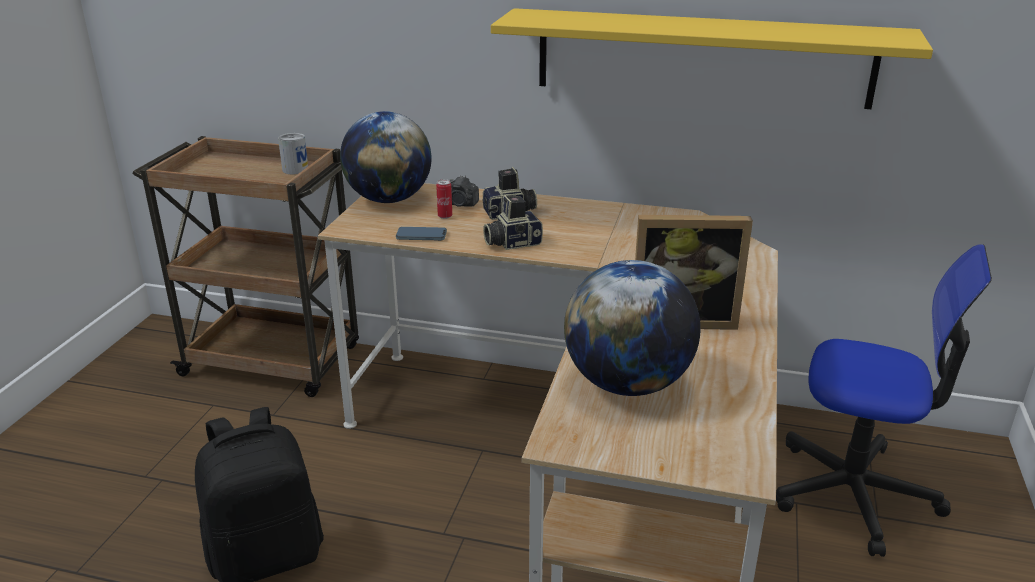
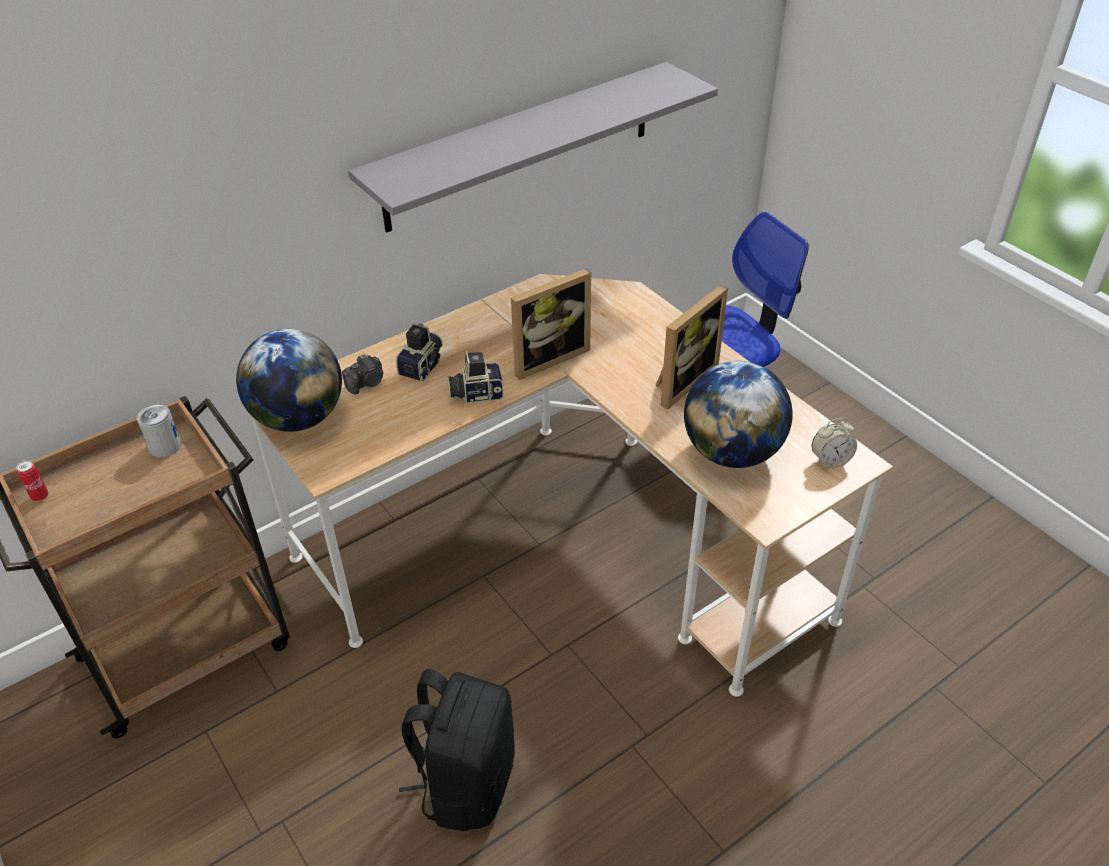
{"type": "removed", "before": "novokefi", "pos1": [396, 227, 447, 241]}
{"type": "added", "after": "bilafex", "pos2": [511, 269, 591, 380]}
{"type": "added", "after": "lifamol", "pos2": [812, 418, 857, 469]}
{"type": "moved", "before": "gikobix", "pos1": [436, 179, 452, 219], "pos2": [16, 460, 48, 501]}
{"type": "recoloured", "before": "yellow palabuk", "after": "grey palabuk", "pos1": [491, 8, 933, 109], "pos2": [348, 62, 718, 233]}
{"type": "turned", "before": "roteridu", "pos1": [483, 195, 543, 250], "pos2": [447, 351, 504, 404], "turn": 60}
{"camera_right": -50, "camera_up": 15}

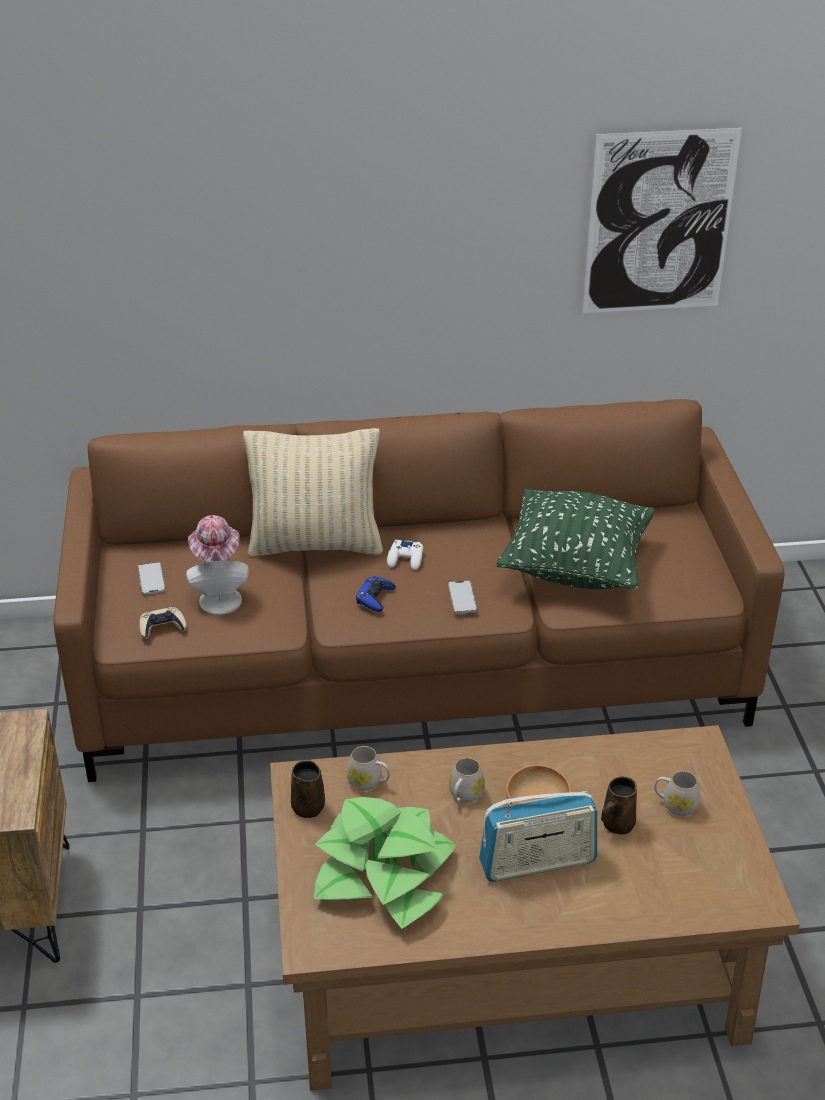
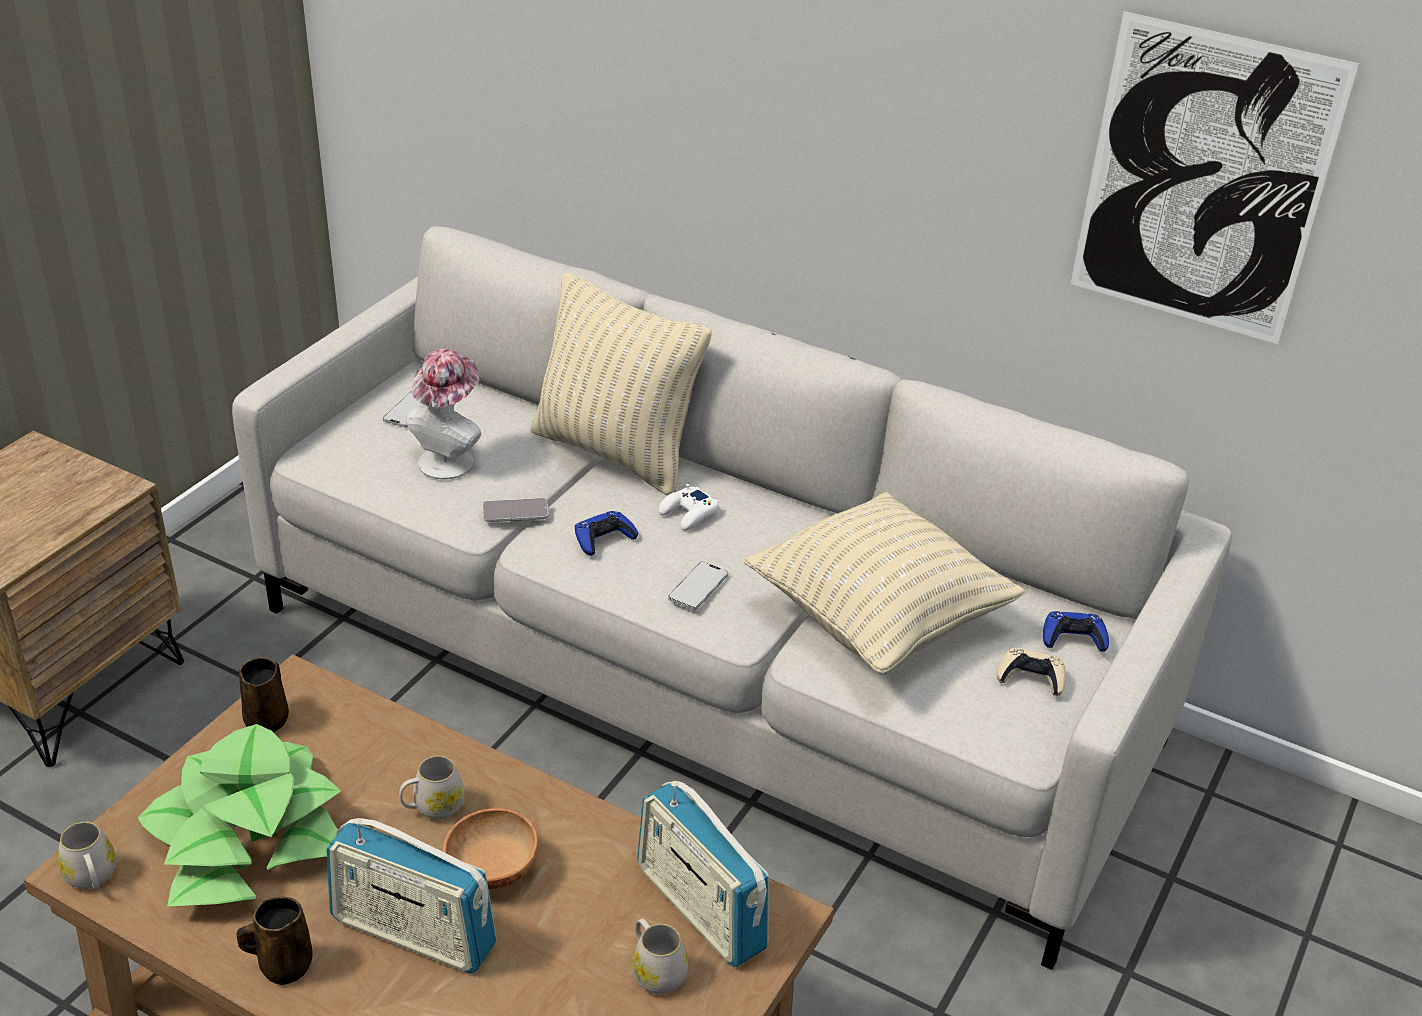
{"type": "added", "after": "novokefi", "pos2": [483, 498, 548, 522]}
{"type": "added", "after": "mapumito", "pos2": [637, 781, 769, 967]}
{"type": "added", "after": "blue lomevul", "pos2": [1043, 611, 1109, 652]}
{"type": "moved", "before": "beige lomevul", "pos1": [139, 607, 187, 639], "pos2": [997, 647, 1066, 696]}
{"type": "moved", "before": "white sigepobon", "pos1": [346, 746, 390, 791], "pos2": [58, 822, 116, 889]}
{"type": "moved", "before": "brown sigepobon", "pos1": [601, 776, 637, 834], "pos2": [237, 896, 312, 985]}
{"type": "recoloured", "before": "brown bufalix", "after": "grey bufalix", "pos1": [54, 399, 785, 782], "pos2": [232, 226, 1232, 970]}
{"type": "recoloured", "before": "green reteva", "after": "beige reteva", "pos1": [497, 489, 655, 590], "pos2": [744, 492, 1025, 675]}
{"camera_right": 35, "camera_up": 0}

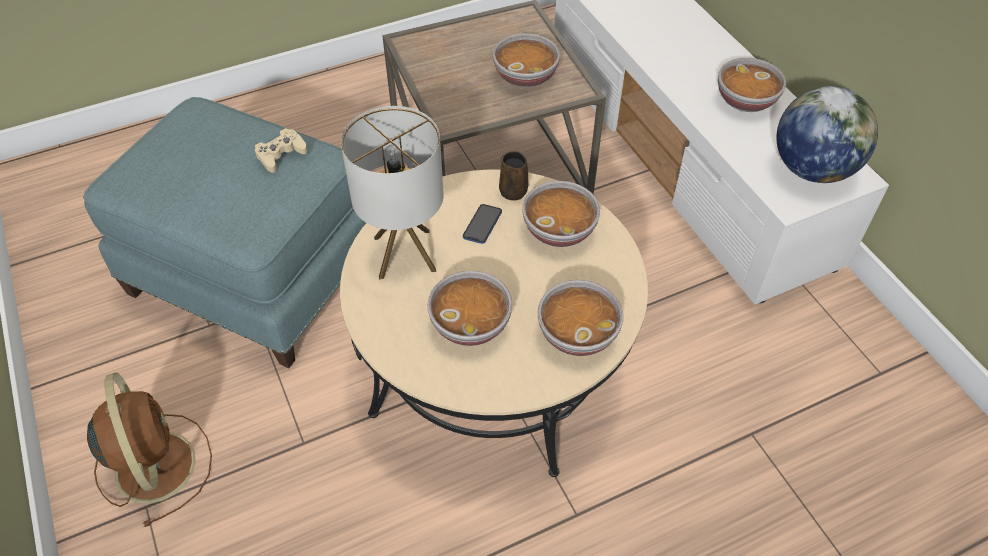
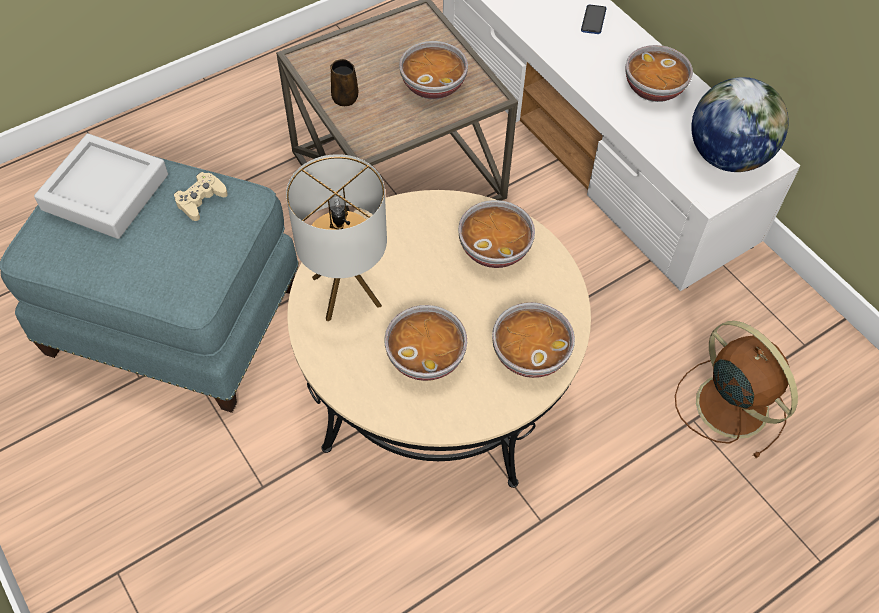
{"type": "added", "after": "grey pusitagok", "pos2": [34, 133, 168, 239]}
{"type": "moved", "before": "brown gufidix", "pos1": [87, 373, 212, 527], "pos2": [675, 321, 798, 458]}
{"type": "moved", "before": "novokefi", "pos1": [463, 204, 502, 244], "pos2": [581, 5, 606, 34]}
{"type": "moved", "before": "brown sigepobon", "pos1": [499, 151, 528, 200], "pos2": [330, 59, 359, 106]}
{"camera_right": -10, "camera_up": 5}

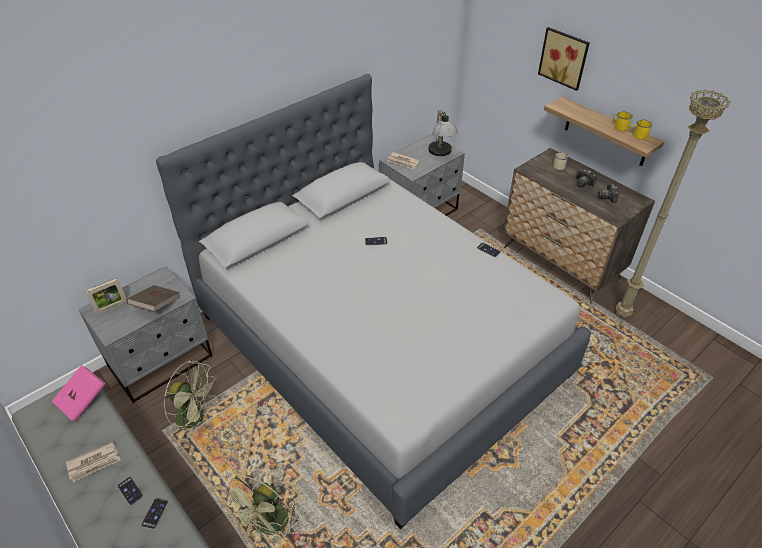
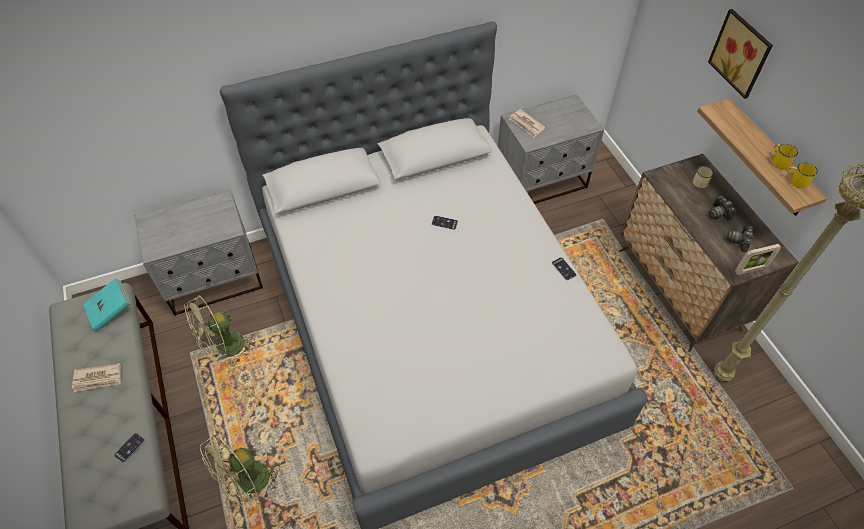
{"type": "removed", "before": "novokefi", "pos1": [117, 477, 143, 505]}
{"type": "removed", "before": "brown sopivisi", "pos1": [127, 285, 180, 312]}
{"type": "removed", "before": "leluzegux", "pos1": [428, 110, 458, 156]}
{"type": "moved", "before": "bilafex", "pos1": [86, 279, 127, 314], "pos2": [735, 244, 781, 275]}
{"type": "recoloured", "before": "pink sopivisi", "after": "turquoise sopivisi", "pos1": [52, 365, 106, 421], "pos2": [83, 278, 131, 331]}
{"type": "turned", "before": "green gufidix", "pos1": [164, 360, 217, 440], "pos2": [184, 295, 254, 364], "turn": 105}
{"camera_right": 20, "camera_up": 10}

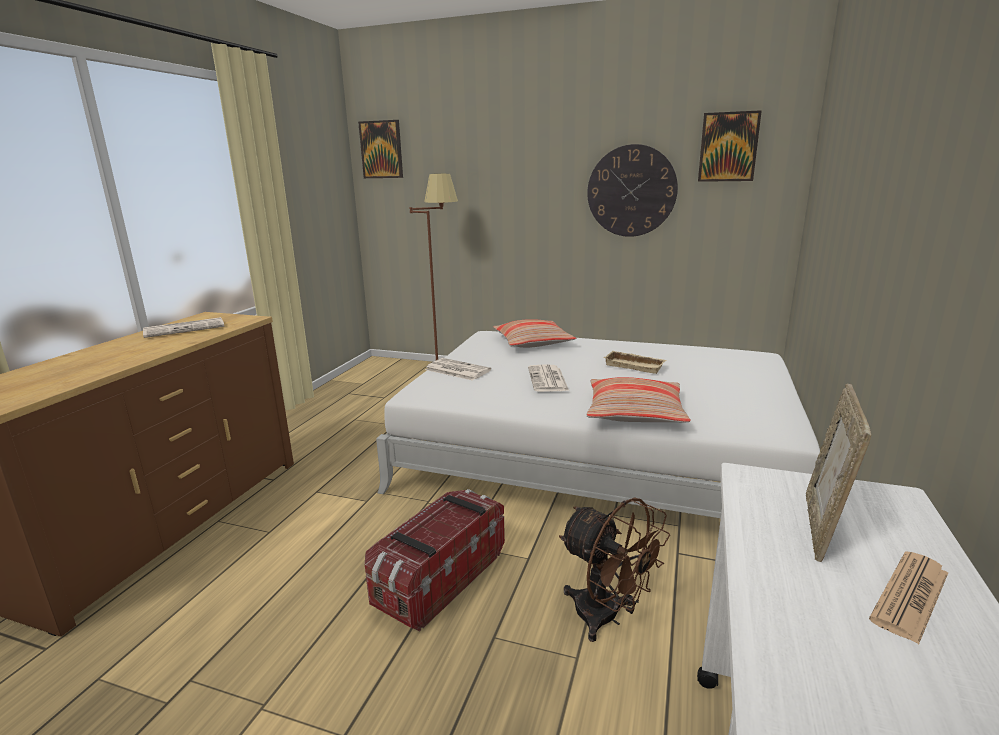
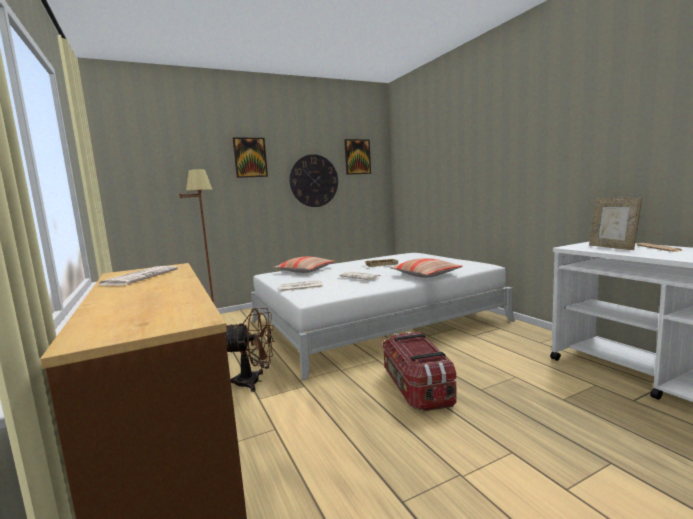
{"type": "moved", "before": "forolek", "pos1": [358, 120, 403, 178], "pos2": [233, 138, 268, 178]}
{"type": "moved", "before": "brown gufidix", "pos1": [559, 497, 670, 642], "pos2": [225, 308, 274, 392]}
{"camera_right": -45, "camera_up": -10}

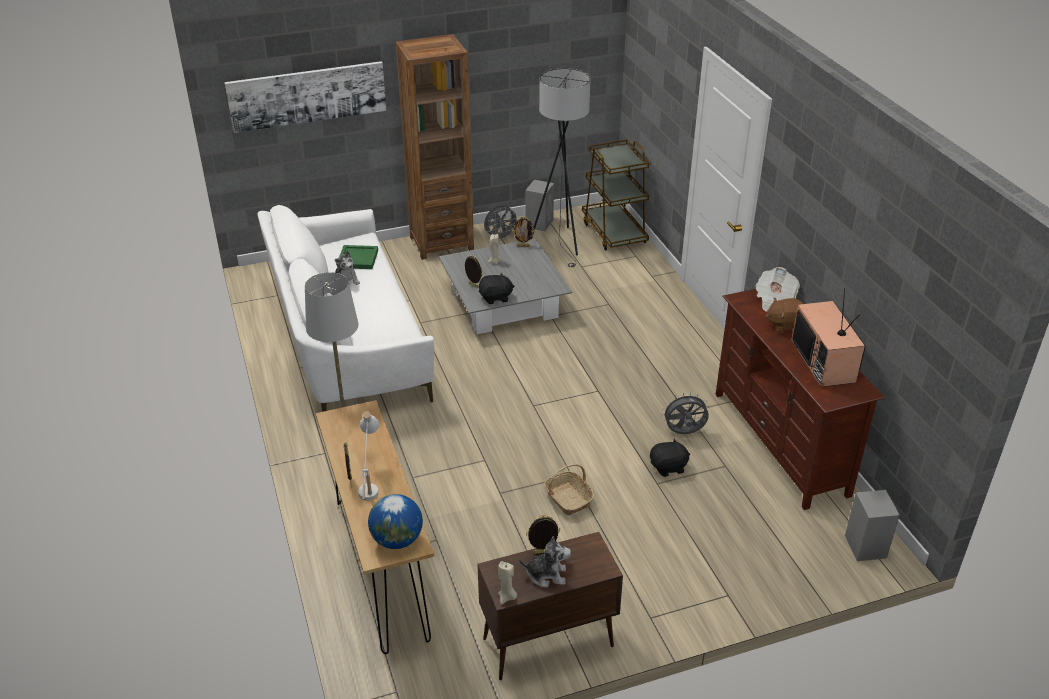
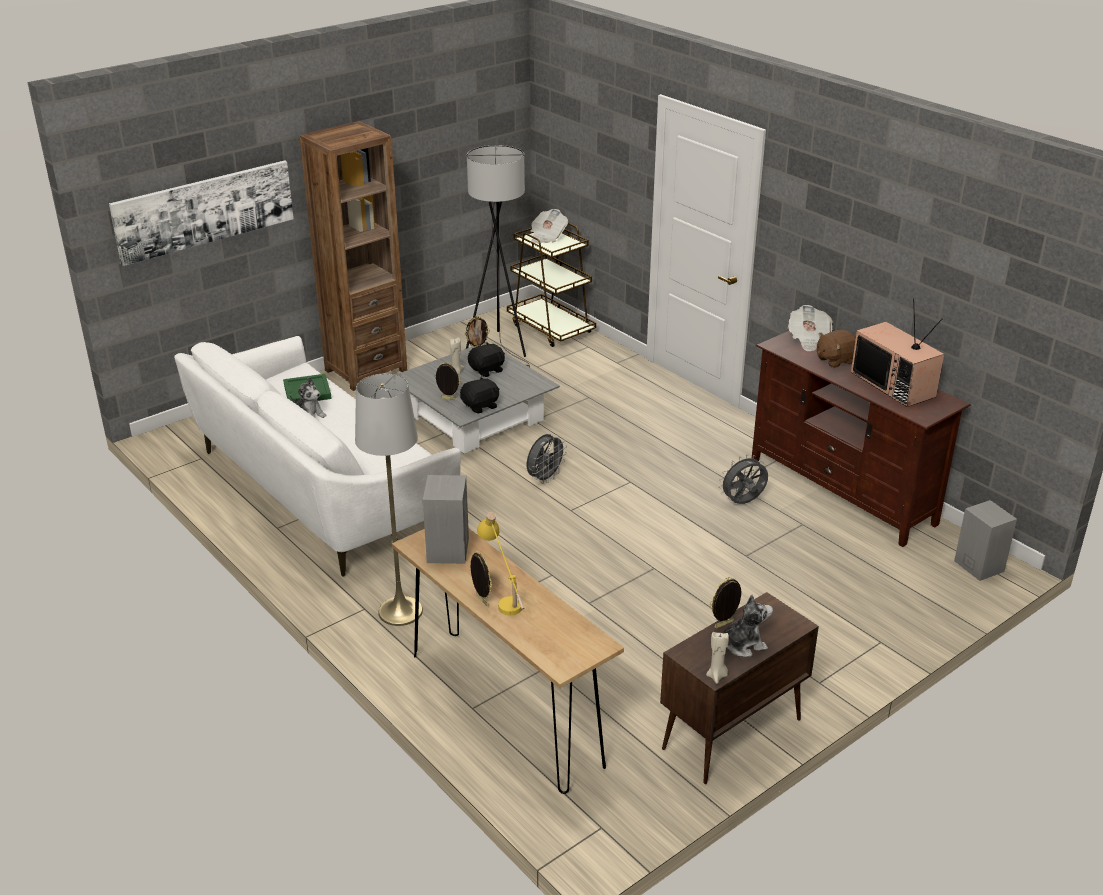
{"type": "removed", "before": "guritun", "pos1": [368, 494, 423, 549]}
{"type": "removed", "before": "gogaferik", "pos1": [544, 464, 594, 515]}
{"type": "added", "after": "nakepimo", "pos2": [531, 209, 568, 243]}
{"type": "moved", "before": "grey gufidix", "pos1": [484, 205, 519, 240], "pos2": [527, 434, 567, 484]}
{"type": "moved", "before": "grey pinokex", "pos1": [525, 180, 554, 231], "pos2": [423, 475, 469, 564]}
{"type": "moved", "before": "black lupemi", "pos1": [650, 438, 690, 477], "pos2": [468, 342, 505, 377]}
{"type": "recoloured", "before": "white leluzegux", "after": "yellow leluzegux", "pos1": [358, 411, 379, 501], "pos2": [477, 512, 524, 615]}
{"camera_right": -20, "camera_up": -5}

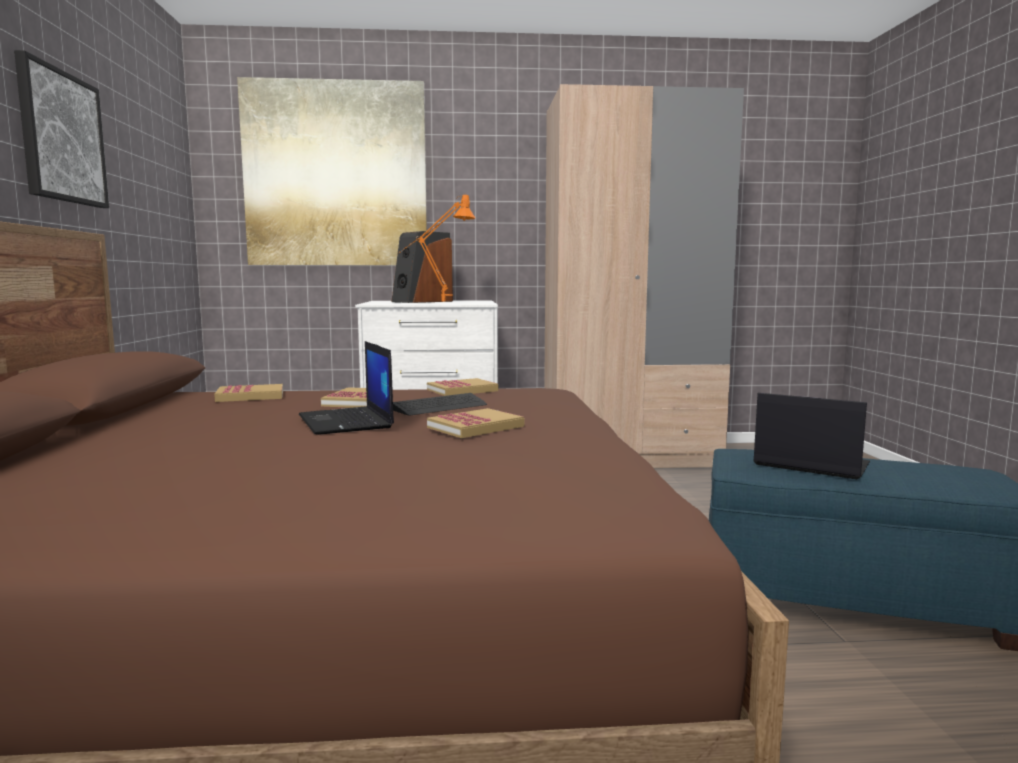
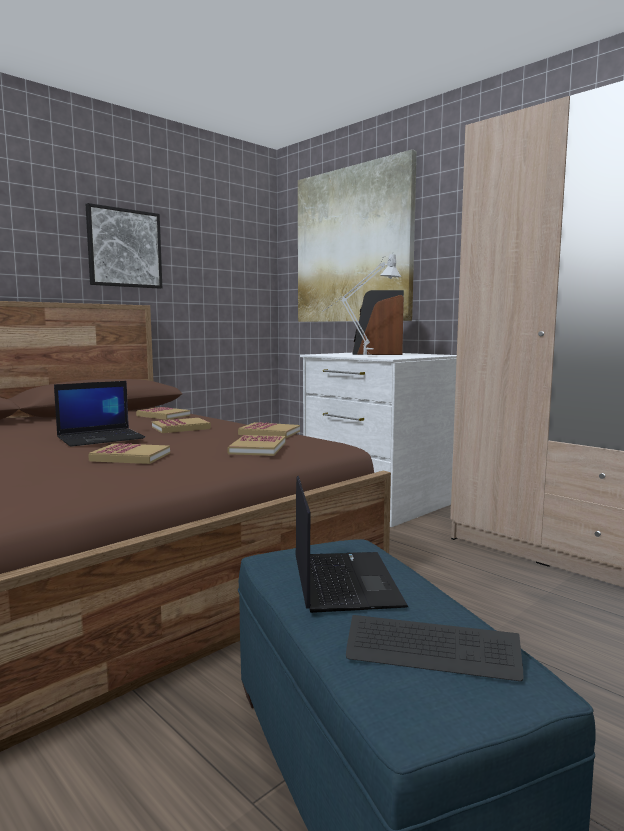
{"type": "added", "after": "sopivisi", "pos2": [227, 435, 286, 456]}
{"type": "moved", "before": "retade", "pos1": [393, 393, 487, 415], "pos2": [346, 615, 523, 681]}
{"type": "recoloured", "before": "orange leluzegux", "after": "grey leluzegux", "pos1": [398, 195, 475, 302], "pos2": [323, 254, 401, 355]}
{"type": "turned", "before": "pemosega", "pos1": [299, 341, 394, 435], "pos2": [54, 381, 145, 447], "turn": -150}
{"camera_right": 50, "camera_up": 0}

